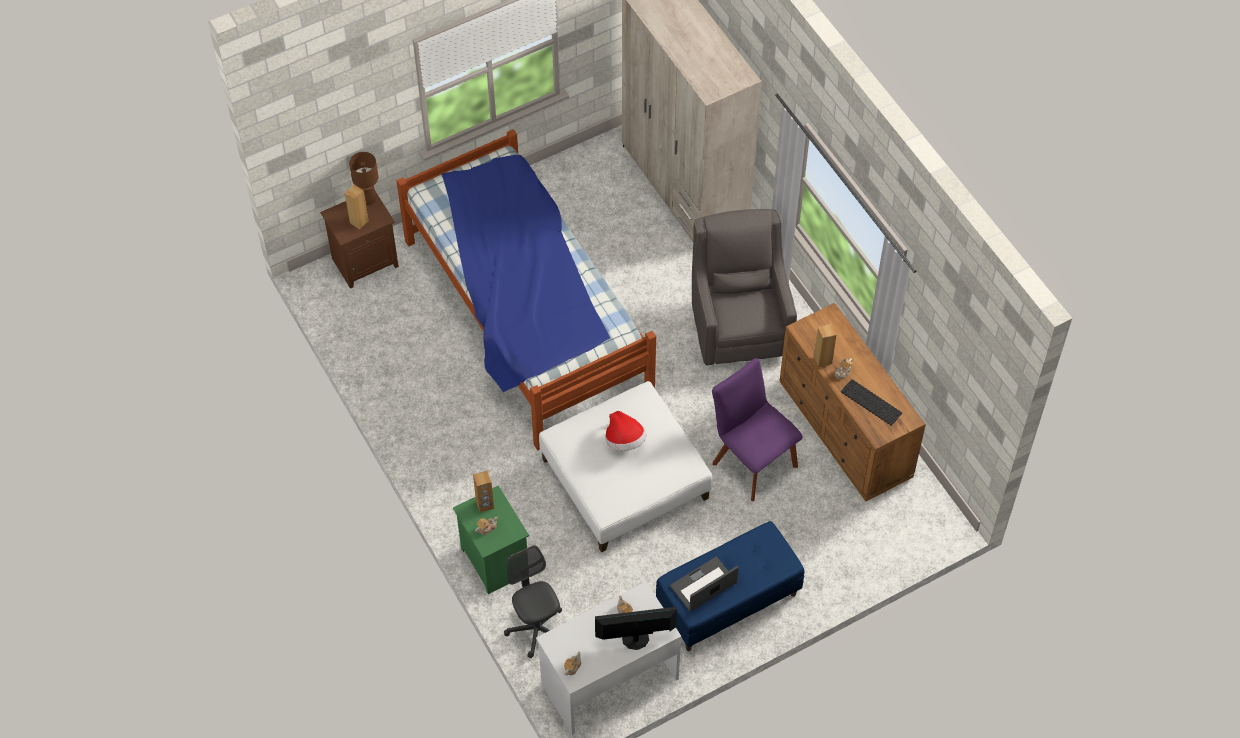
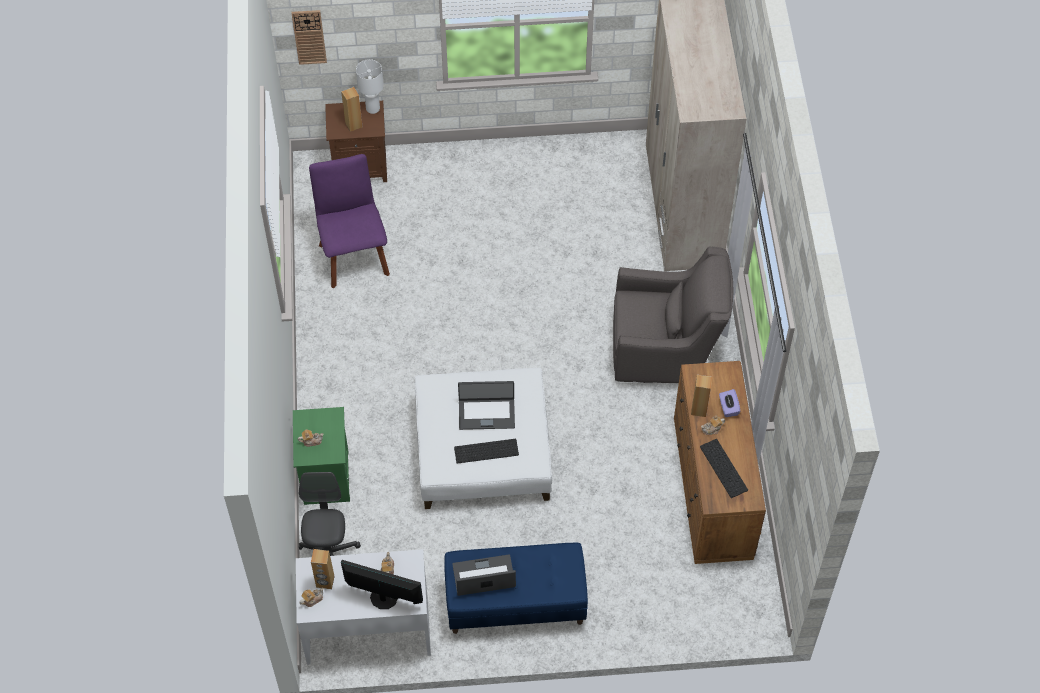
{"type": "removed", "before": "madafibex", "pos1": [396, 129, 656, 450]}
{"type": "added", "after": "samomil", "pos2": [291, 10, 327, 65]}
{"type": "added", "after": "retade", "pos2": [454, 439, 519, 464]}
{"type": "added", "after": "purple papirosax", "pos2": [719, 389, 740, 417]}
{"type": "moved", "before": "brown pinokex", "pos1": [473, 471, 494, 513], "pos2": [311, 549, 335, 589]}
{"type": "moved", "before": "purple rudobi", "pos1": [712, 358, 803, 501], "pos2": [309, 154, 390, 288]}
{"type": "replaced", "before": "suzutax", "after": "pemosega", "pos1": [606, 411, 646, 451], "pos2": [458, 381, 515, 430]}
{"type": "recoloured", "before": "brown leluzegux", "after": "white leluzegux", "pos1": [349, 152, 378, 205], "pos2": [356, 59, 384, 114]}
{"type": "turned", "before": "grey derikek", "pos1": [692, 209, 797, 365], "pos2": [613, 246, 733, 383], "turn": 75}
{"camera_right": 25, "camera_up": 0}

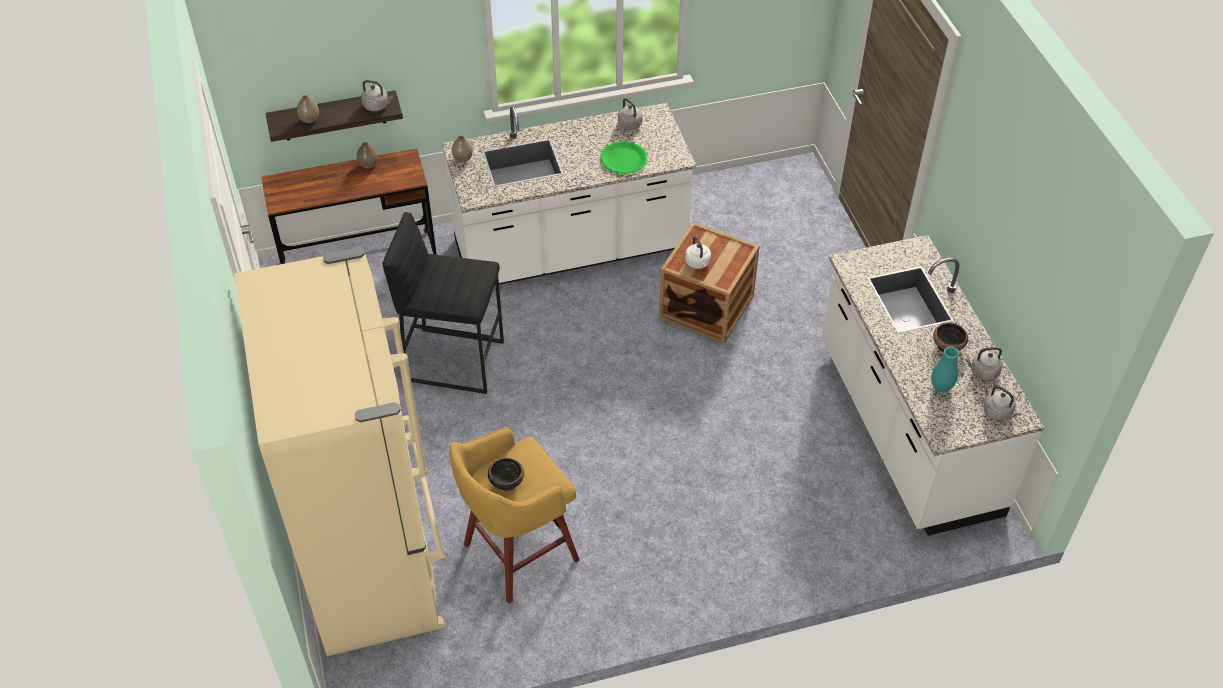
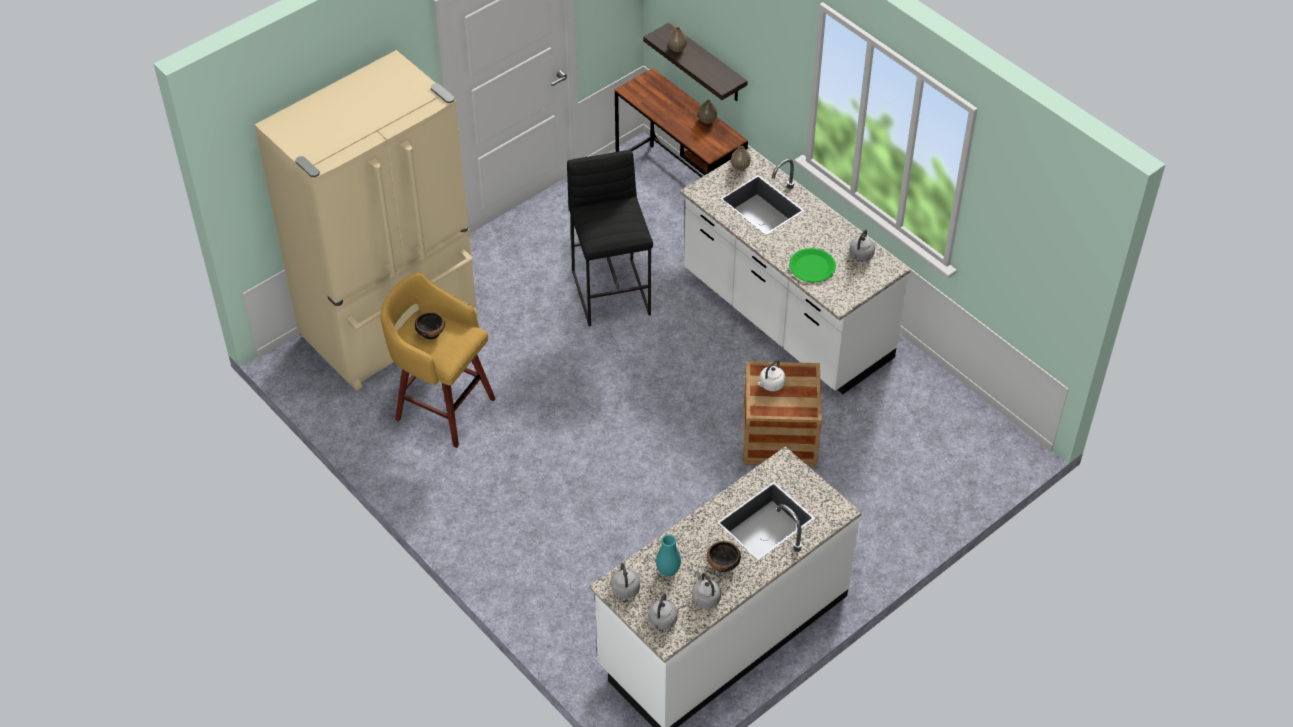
{"type": "moved", "before": "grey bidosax", "pos1": [361, 80, 393, 111], "pos2": [611, 563, 640, 599]}
{"camera_right": 65, "camera_up": 0}

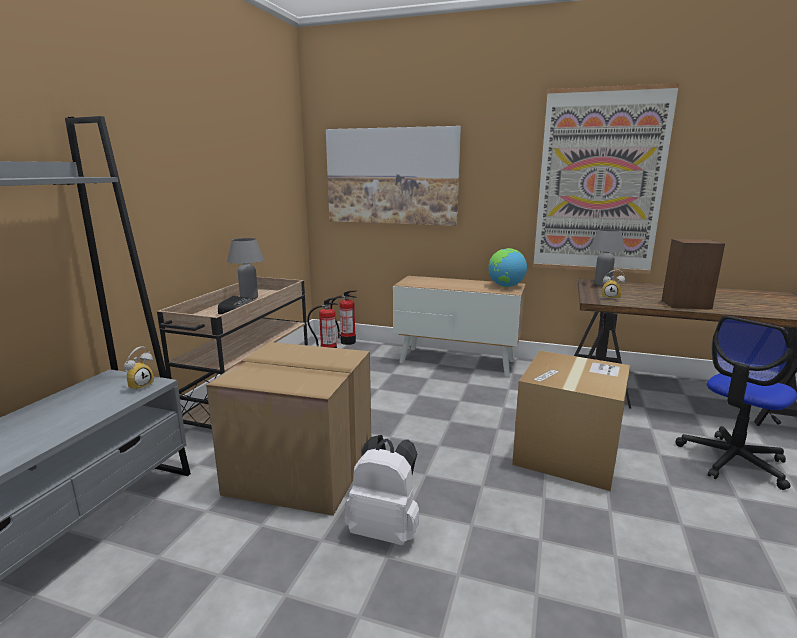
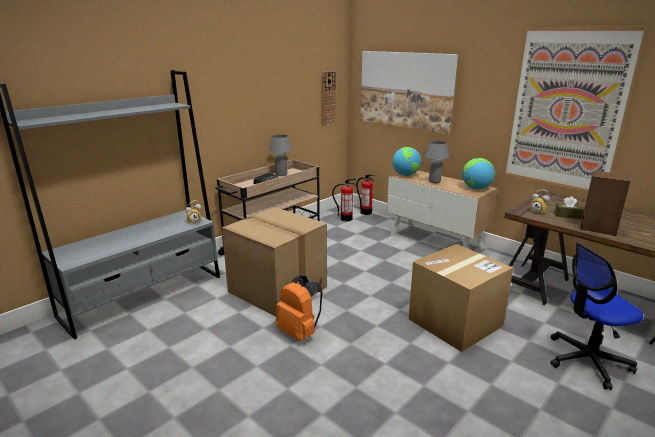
{"type": "added", "after": "samomil", "pos2": [322, 71, 337, 127]}
{"type": "added", "after": "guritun", "pos2": [393, 147, 421, 176]}
{"type": "added", "after": "brown papirosax", "pos2": [555, 196, 584, 219]}
{"type": "moved", "before": "grey leluzegux", "pos1": [590, 229, 625, 286], "pos2": [425, 141, 449, 183]}
{"type": "recoloured", "before": "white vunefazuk", "after": "orange vunefazuk", "pos1": [345, 435, 419, 545], "pos2": [276, 276, 323, 341]}
{"camera_right": 25, "camera_up": 5}

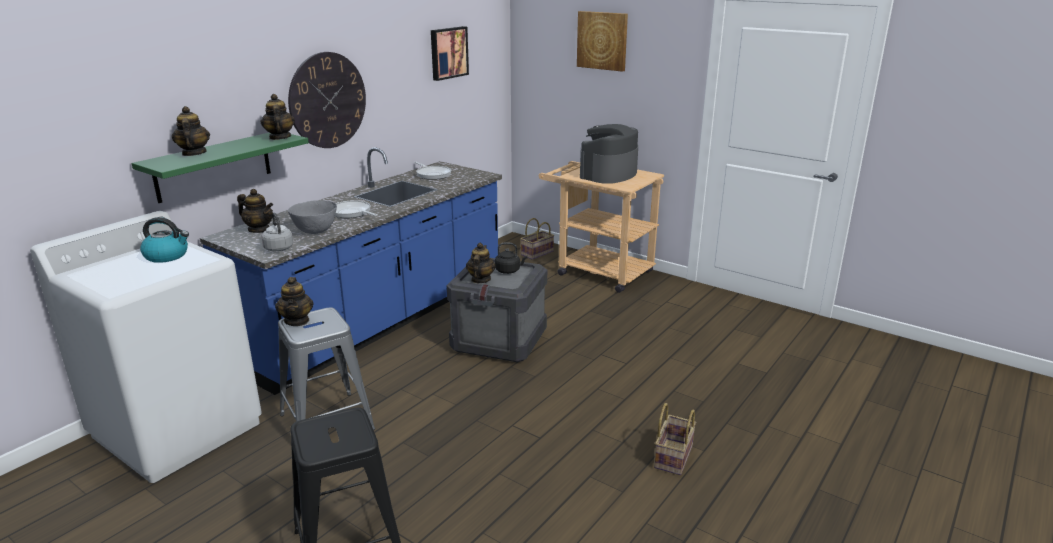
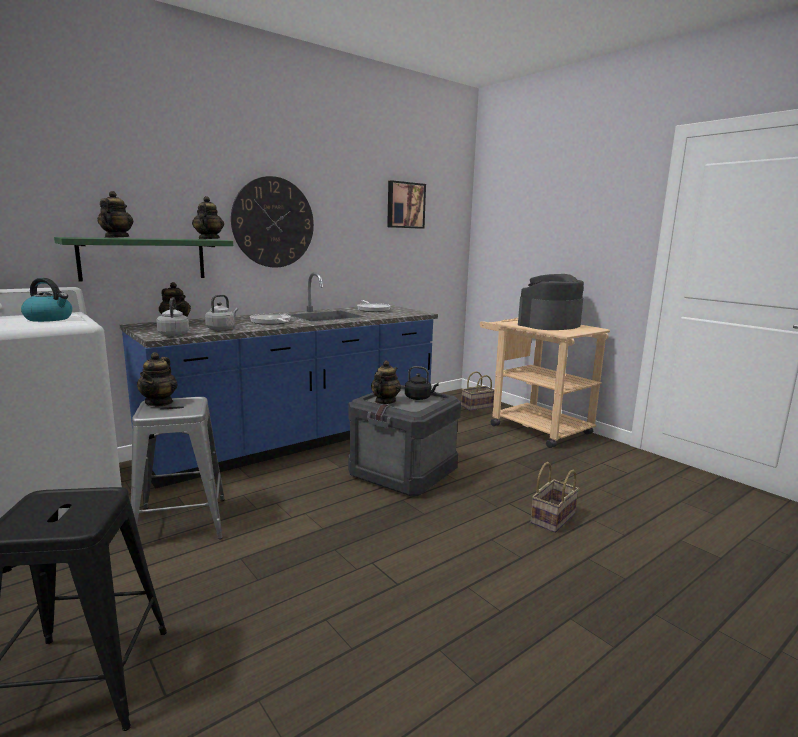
{"type": "removed", "before": "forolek", "pos1": [577, 11, 628, 72]}
{"type": "moved", "before": "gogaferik", "pos1": [654, 403, 696, 475], "pos2": [530, 462, 579, 533]}
{"type": "replaced", "before": "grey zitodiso", "after": "grey bidosax", "pos1": [288, 200, 337, 234], "pos2": [205, 294, 238, 330]}
{"camera_right": 15, "camera_up": -10}

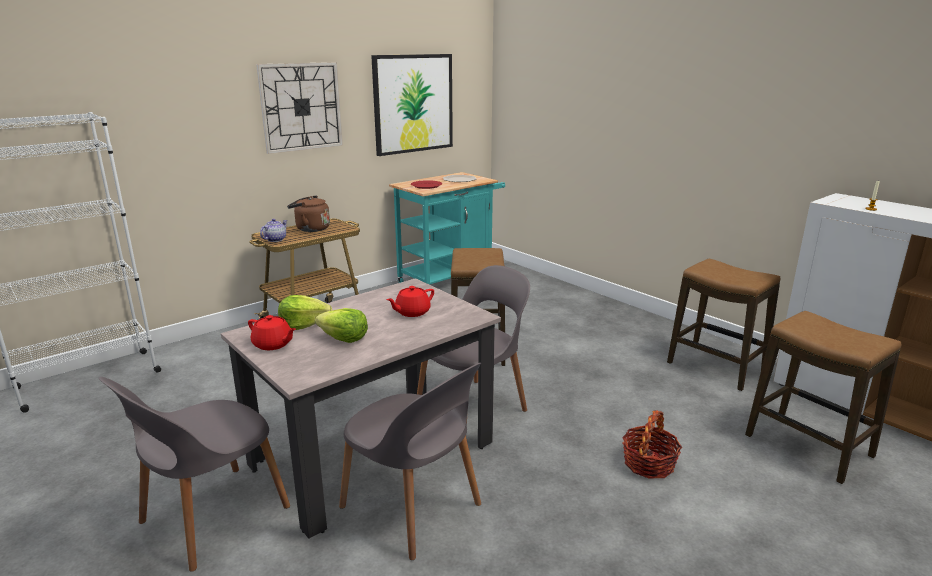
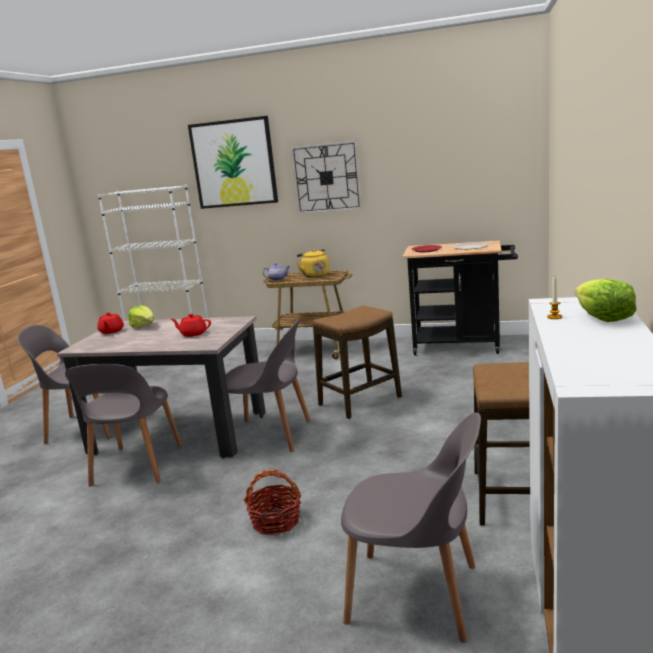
{"type": "moved", "before": "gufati", "pos1": [315, 308, 368, 343], "pos2": [575, 279, 637, 322]}
{"type": "moved", "before": "forolek", "pos1": [371, 54, 453, 156], "pos2": [188, 116, 278, 209]}
{"type": "replaced", "before": "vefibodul", "after": "grey rudobi", "pos1": [745, 311, 901, 484], "pos2": [341, 413, 481, 643]}
{"type": "recoloured", "before": "brown bidosax", "after": "yellow bidosax", "pos1": [287, 195, 330, 232], "pos2": [296, 249, 329, 278]}
{"type": "recoloured", "before": "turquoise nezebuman", "after": "black nezebuman", "pos1": [389, 172, 505, 285], "pos2": [402, 241, 518, 355]}
{"camera_right": 55, "camera_up": -5}

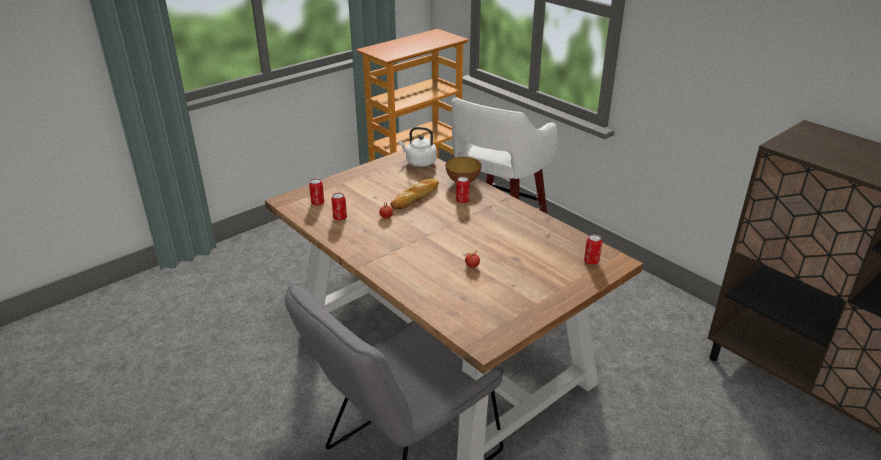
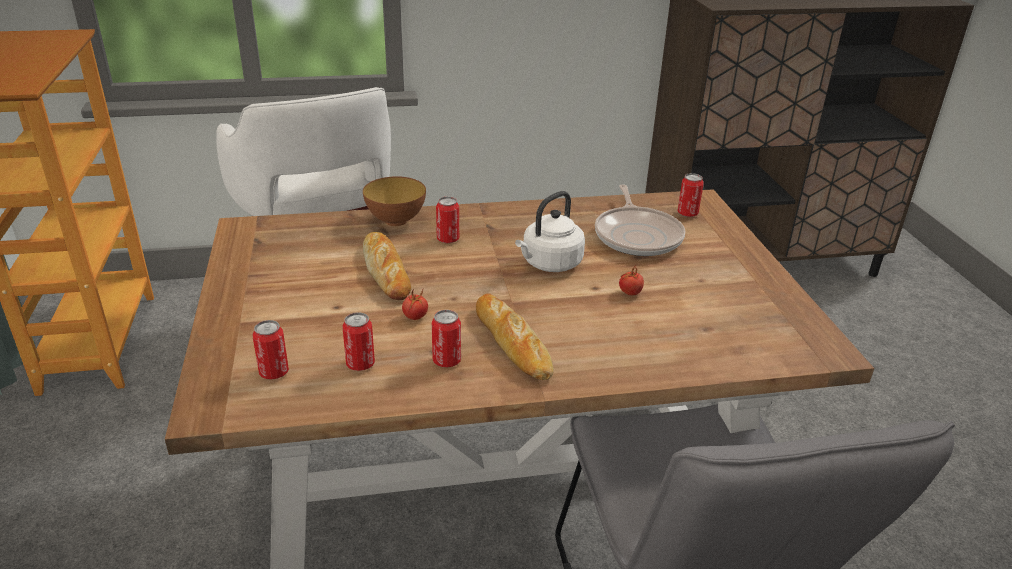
{"type": "added", "after": "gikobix", "pos2": [432, 310, 461, 368]}
{"type": "added", "after": "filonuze", "pos2": [476, 293, 554, 380]}
{"type": "added", "after": "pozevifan", "pos2": [595, 184, 685, 256]}
{"type": "moved", "before": "white bidosax", "pos1": [398, 127, 437, 167], "pos2": [515, 191, 585, 272]}
{"camera_right": -60, "camera_up": 0}

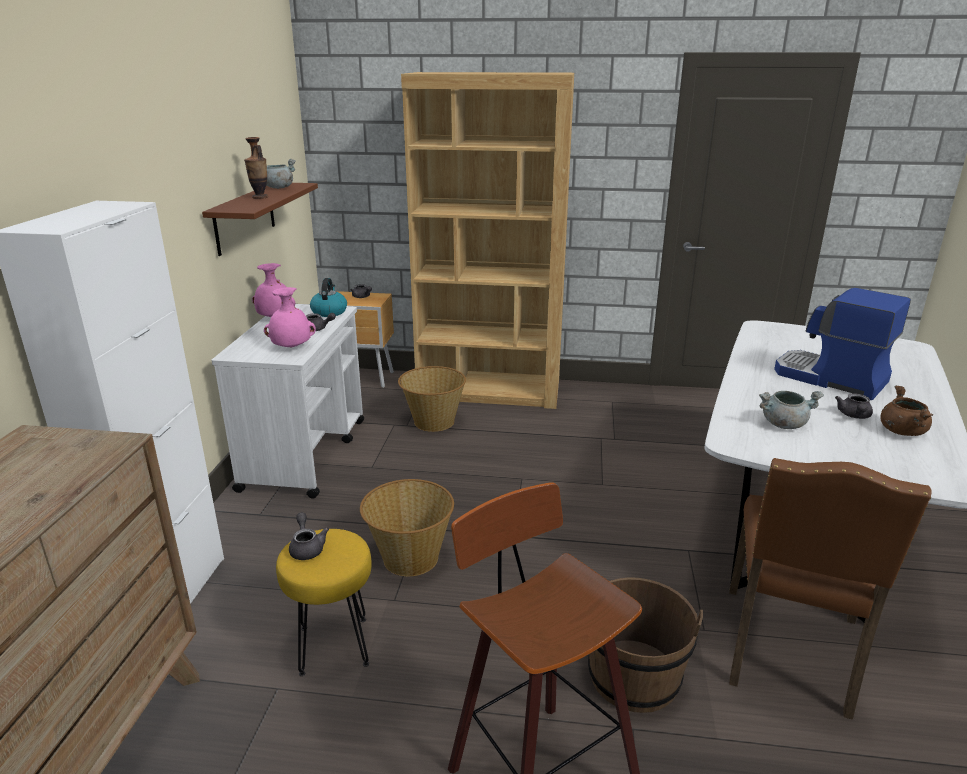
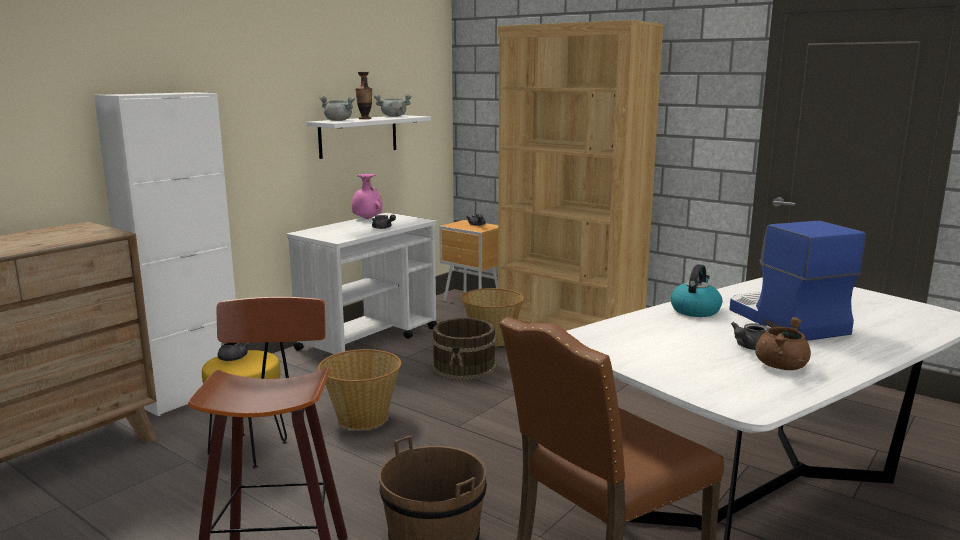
{"type": "removed", "before": "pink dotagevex", "pos1": [264, 287, 316, 348]}
{"type": "added", "after": "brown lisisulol", "pos2": [432, 318, 496, 380]}
{"type": "moved", "before": "bidosax", "pos1": [310, 278, 347, 317], "pos2": [670, 264, 722, 317]}
{"type": "moved", "before": "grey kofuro", "pos1": [759, 391, 824, 429], "pos2": [319, 96, 355, 121]}
{"type": "recoloured", "before": "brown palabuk", "after": "white palabuk", "pos1": [202, 183, 318, 256], "pos2": [306, 115, 431, 159]}
{"camera_right": 30, "camera_up": -10}

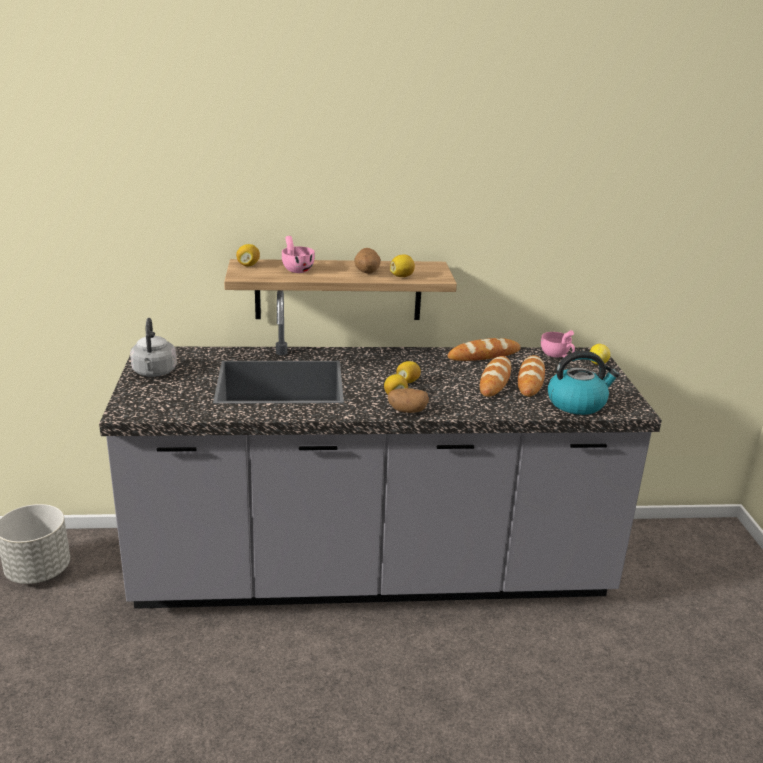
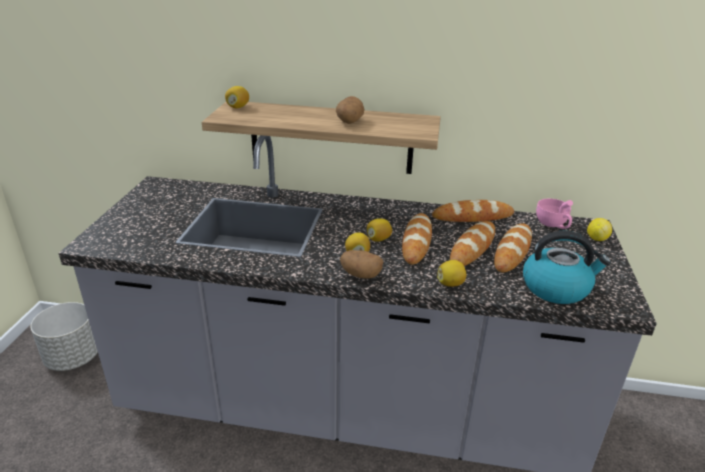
{"type": "removed", "before": "grey bidosax", "pos1": [130, 318, 177, 377]}
{"type": "removed", "before": "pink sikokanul", "pos1": [282, 236, 315, 273]}
{"type": "added", "after": "filonuze", "pos2": [402, 213, 432, 265]}
{"type": "moved", "before": "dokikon", "pos1": [390, 254, 415, 277], "pos2": [437, 260, 466, 287]}
{"camera_right": 15, "camera_up": 5}

